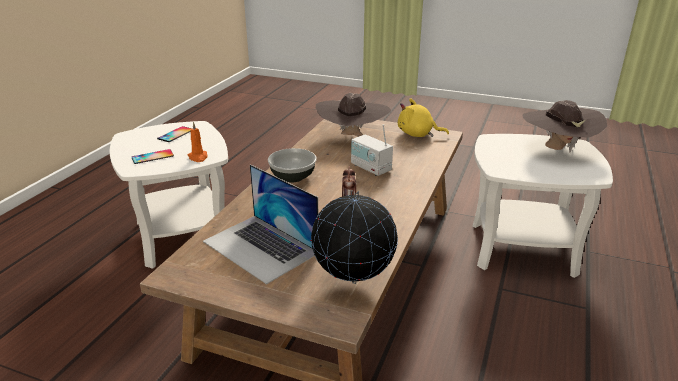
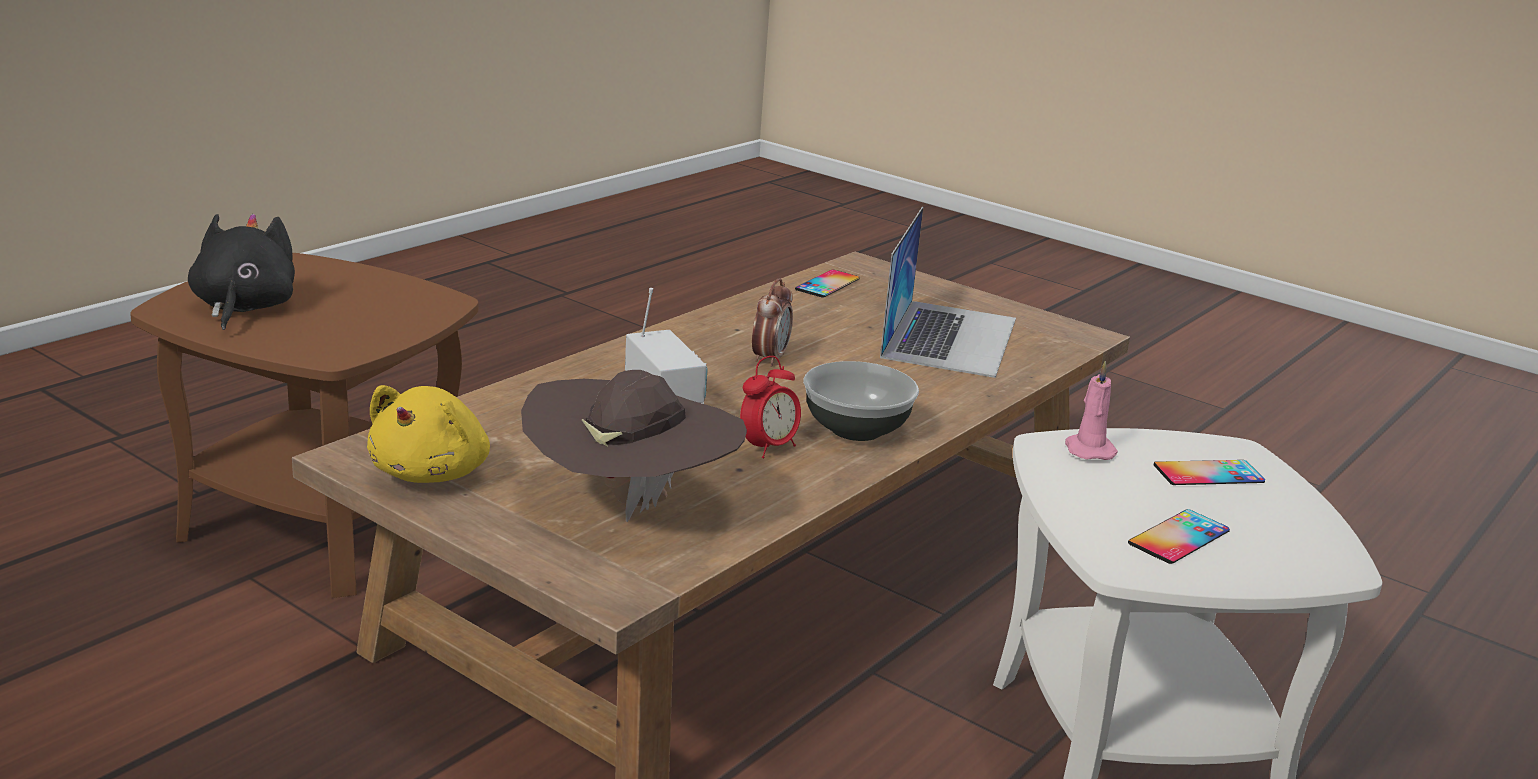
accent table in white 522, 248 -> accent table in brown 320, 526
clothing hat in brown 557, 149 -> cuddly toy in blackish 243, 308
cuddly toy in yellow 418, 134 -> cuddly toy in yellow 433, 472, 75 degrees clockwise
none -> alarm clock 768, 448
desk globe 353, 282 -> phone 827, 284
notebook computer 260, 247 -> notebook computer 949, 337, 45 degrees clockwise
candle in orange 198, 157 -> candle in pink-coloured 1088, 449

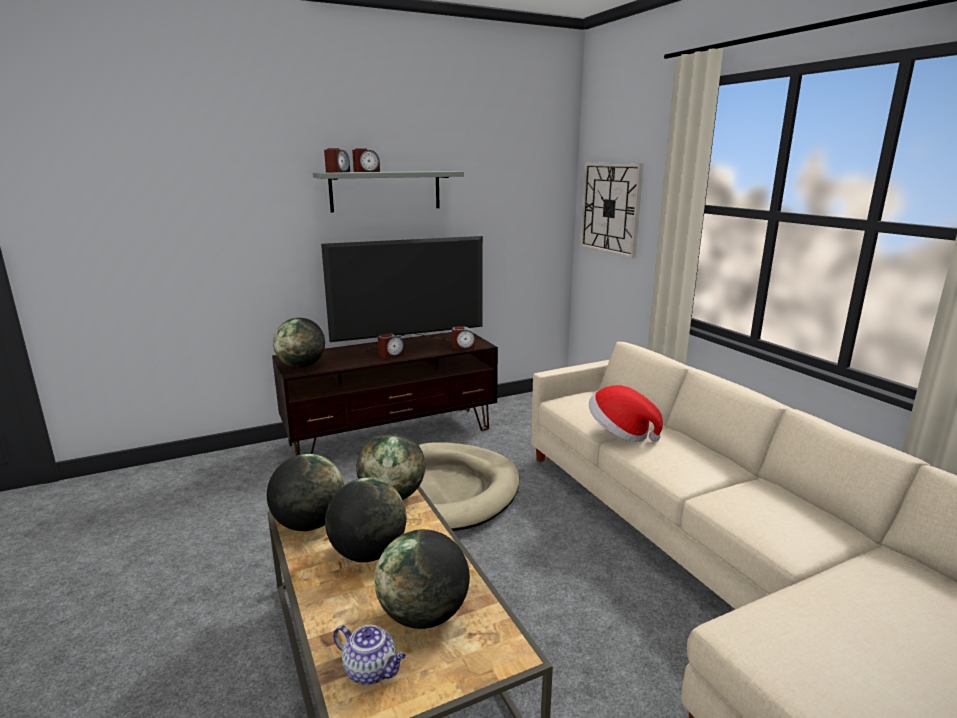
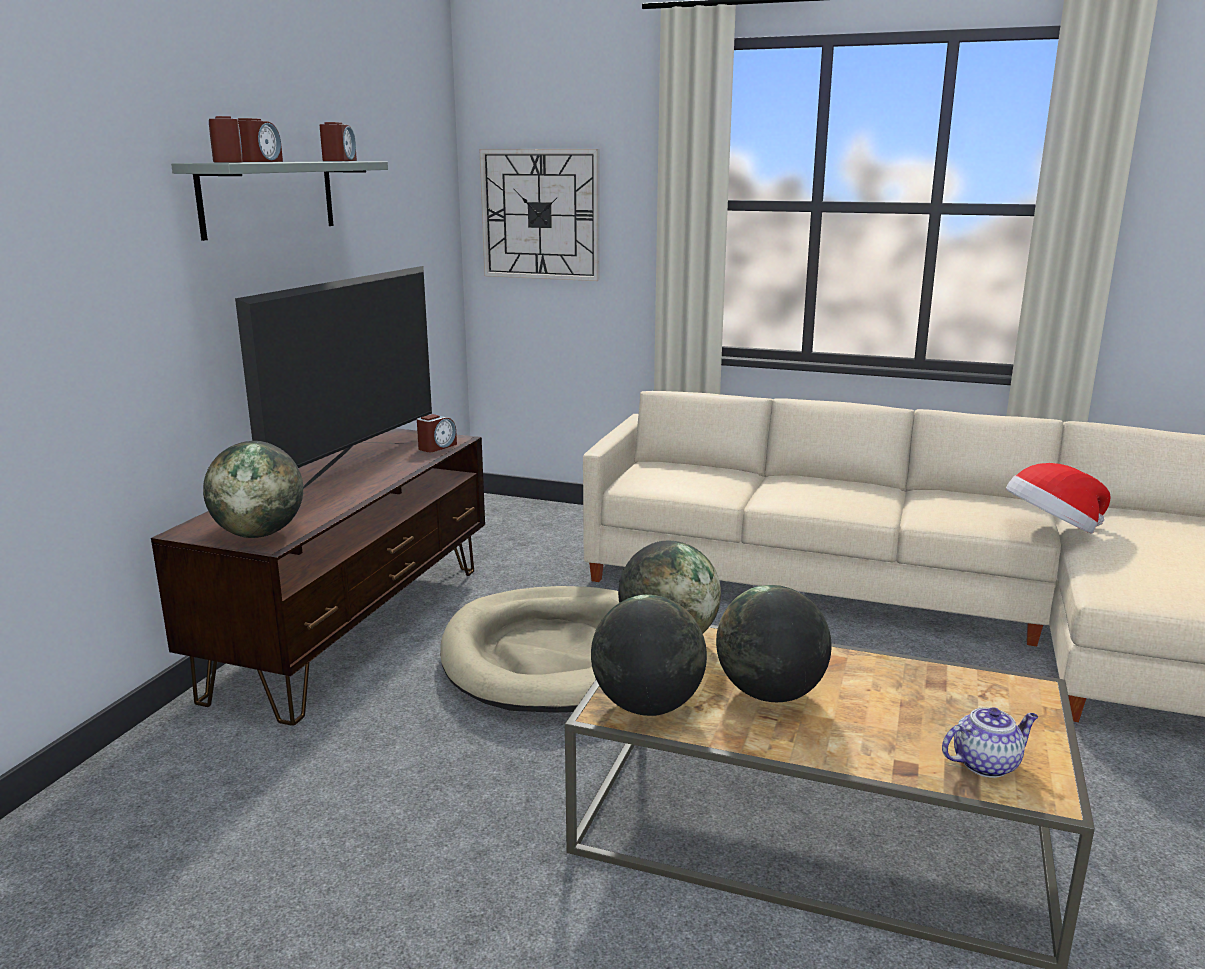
alarm clock 391, 354 -> alarm clock 339, 161, relocated
clothing hat 620, 433 -> clothing hat 1051, 530, relocated
desk globe 423, 615 -> none

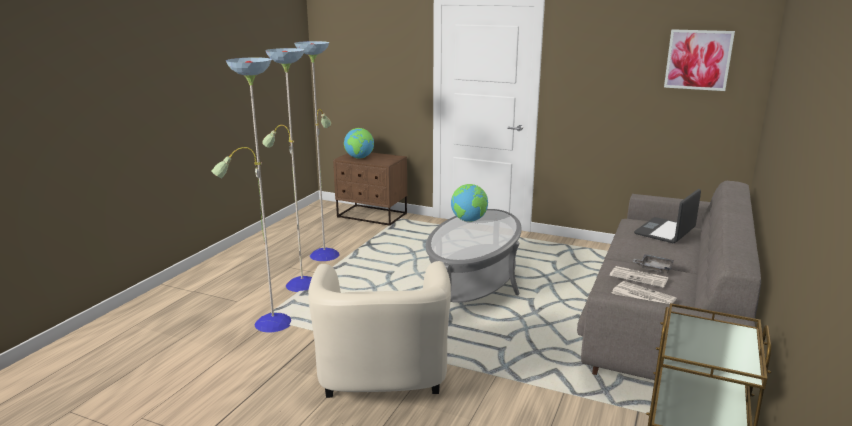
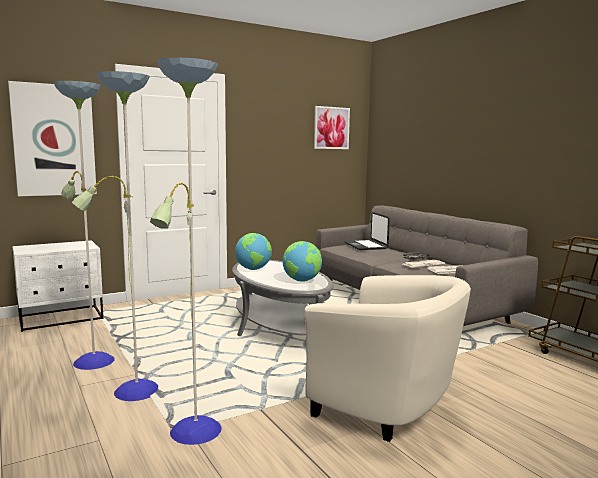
none -> wall art 54, 140
nightstand in brown 372, 216 -> nightstand in white 61, 318
desk globe 359, 158 -> desk globe 302, 281, relocated

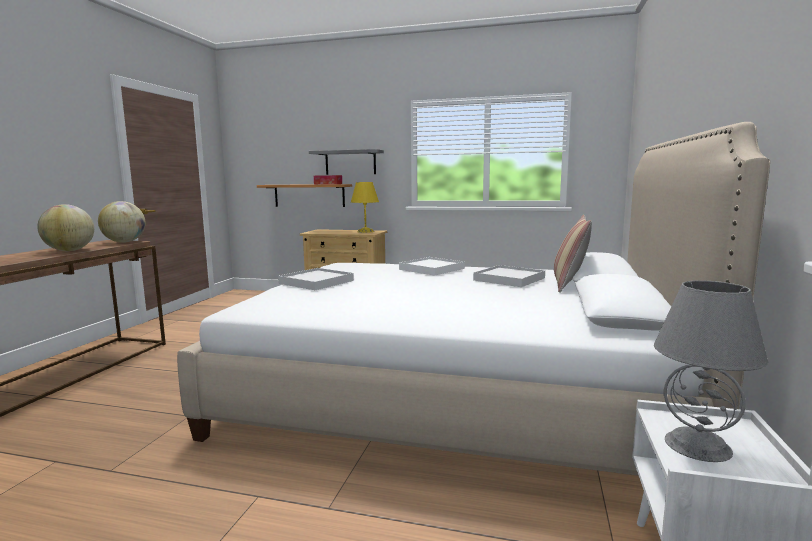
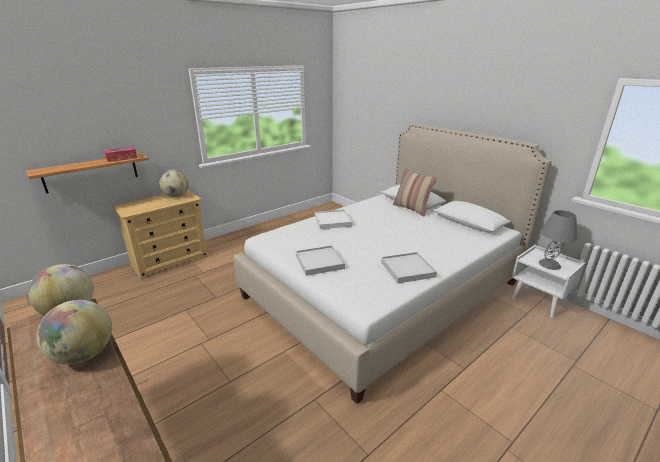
tabletop lamp in yellow 365, 231 -> desk globe 176, 196
tray in white 509, 279 -> tray in white 407, 269, relocated
shelf in grey 350, 162 -> none

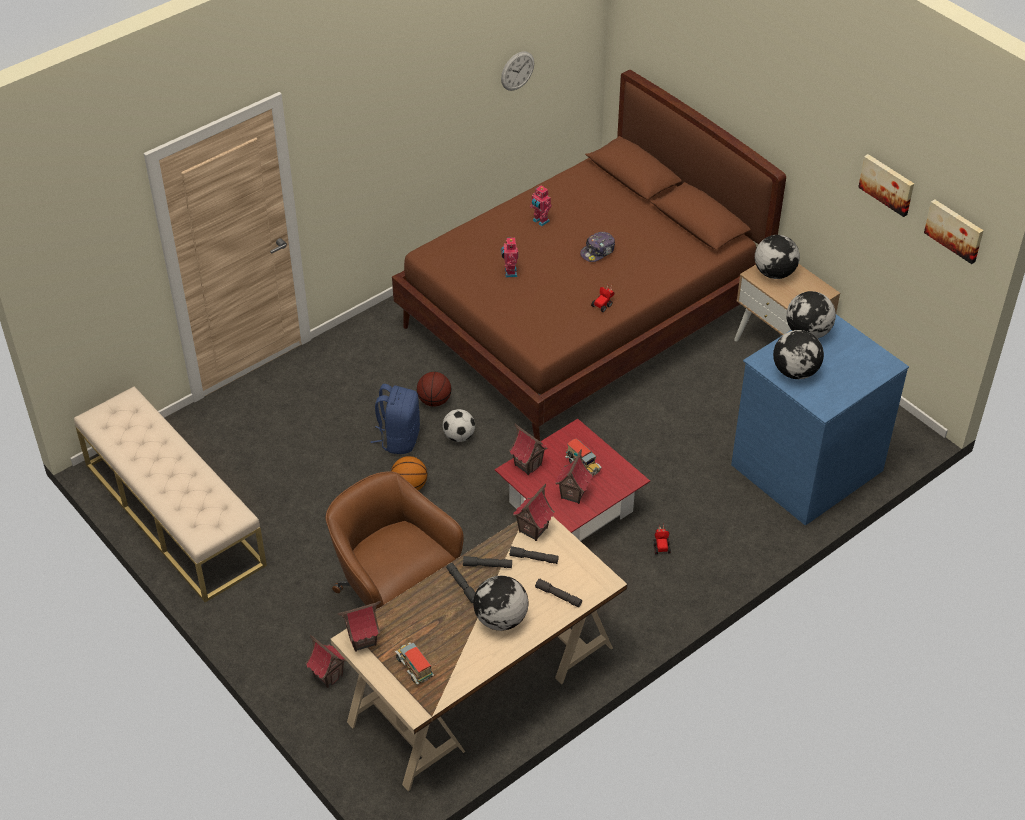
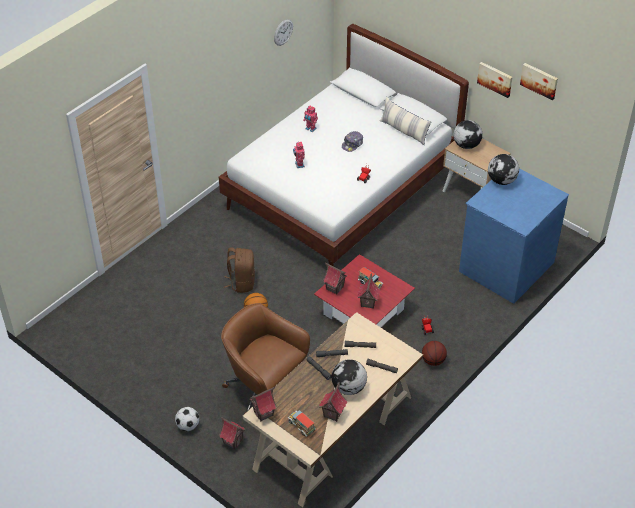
football 459, 436 -> football 188, 426, relocated
bedroom bed in brown 582, 319 -> bedroom bed in white 342, 189
knapsack in blue-coloured 399, 439 -> knapsack in brown 241, 282
model house 533, 529 -> model house 332, 414, relocated
none -> cushion 404, 131
basketball ball 434, 401 -> basketball ball 433, 361, relocated
wall art 955, 230 -> wall art 495, 79, relocated
long seat in beige-coloured 173, 514 -> none
desk globe 796, 372 -> none

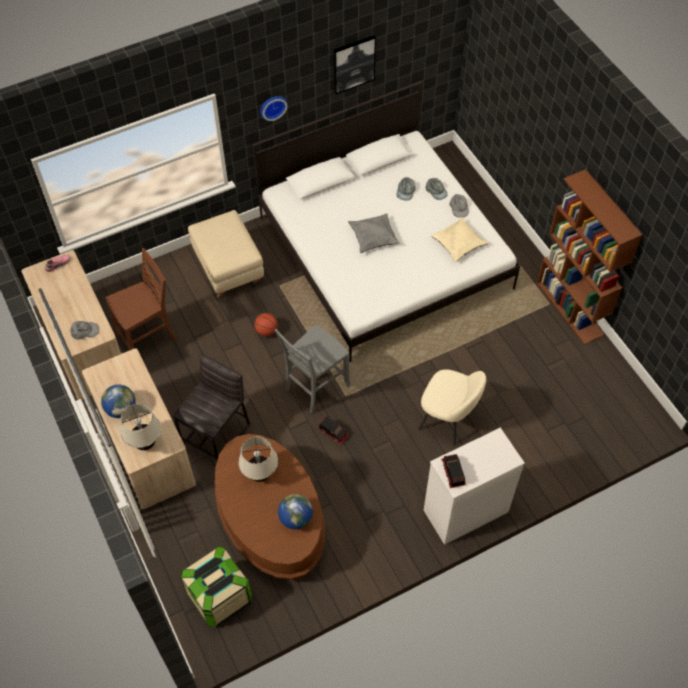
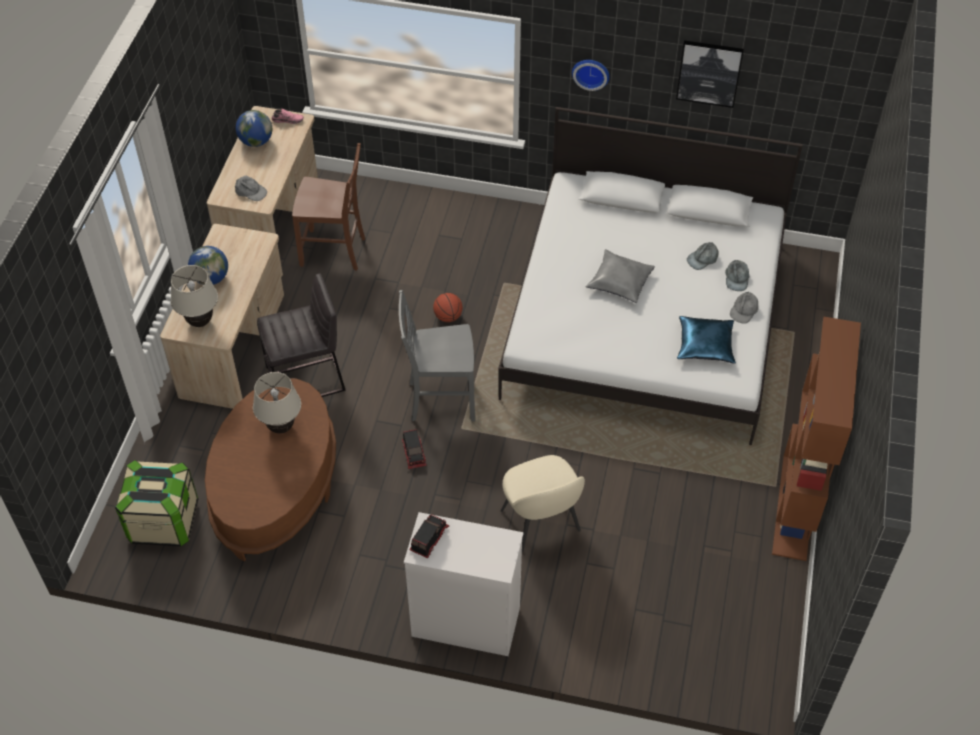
desk globe 296, 518 -> desk globe 256, 141, relocated
cushion in beige-coloured 459, 243 -> cushion in blue-coloured 705, 345
pouffe in beige-coloured 229, 269 -> none

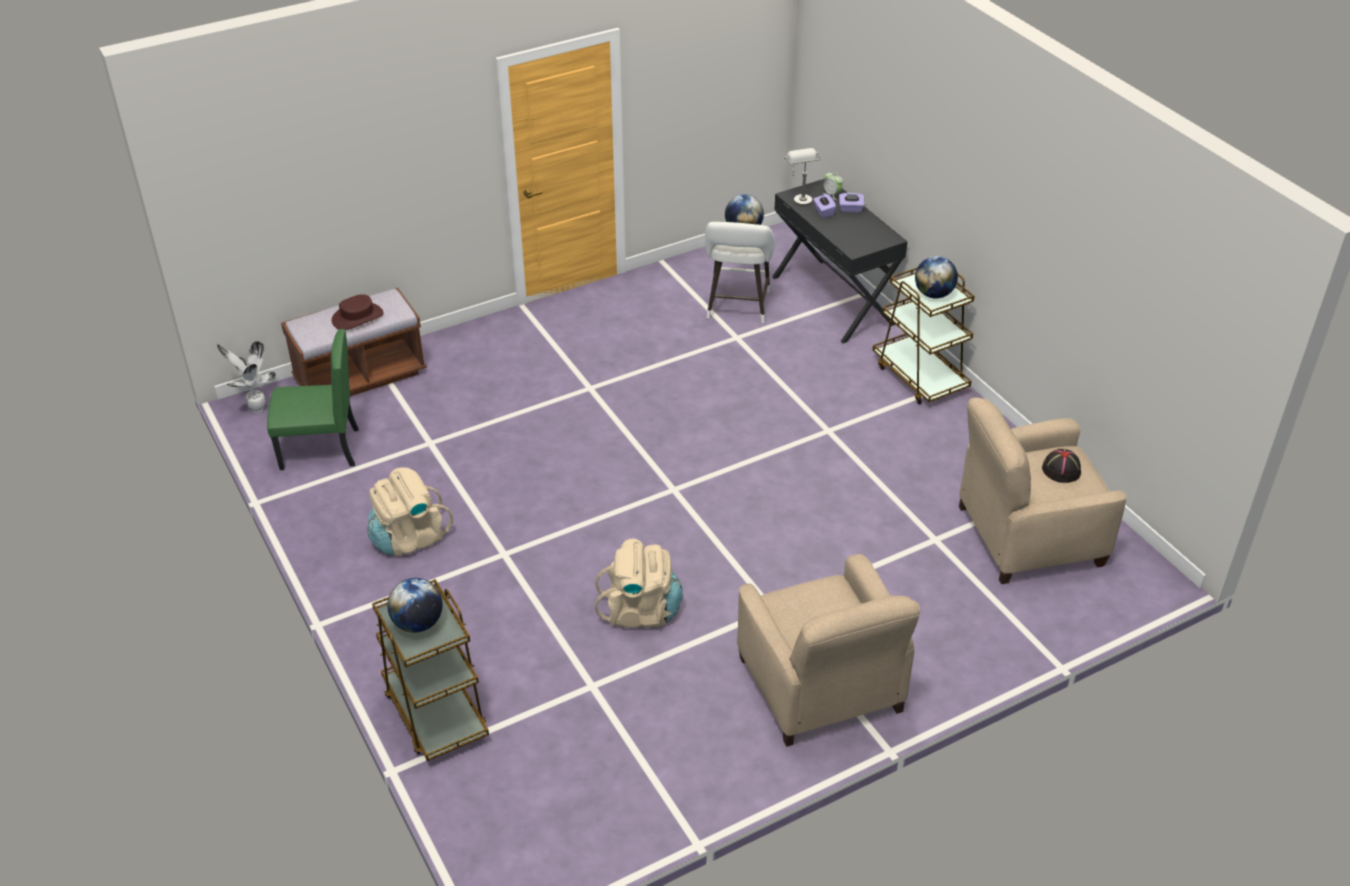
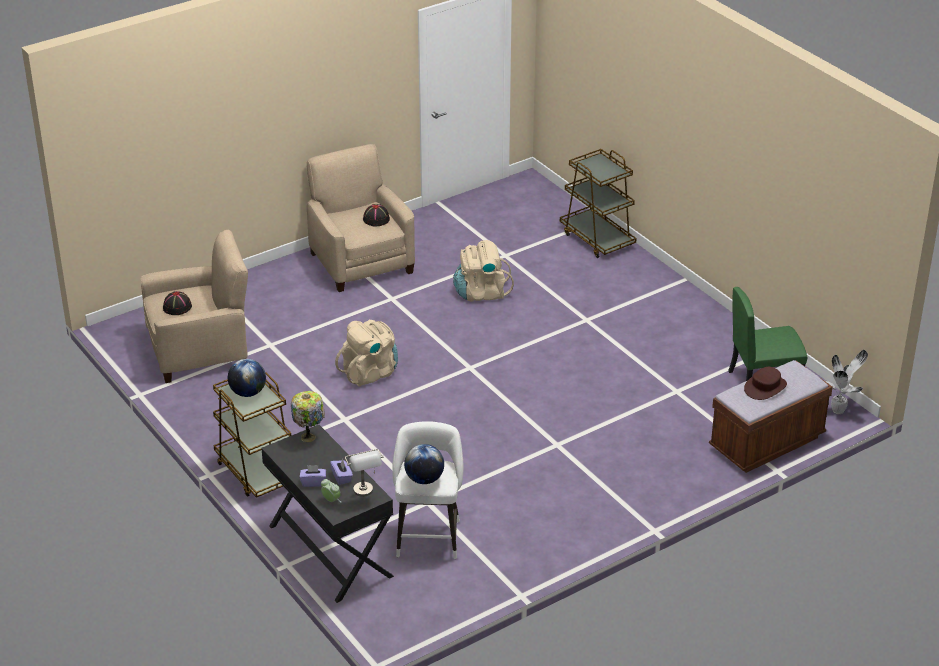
none -> tabletop lamp 309, 437
knapsack in beige-coloured 409, 538 -> knapsack in beige-coloured 370, 372, relocated
none -> clothing hat in blackish 376, 219
desk globe 418, 623 -> none

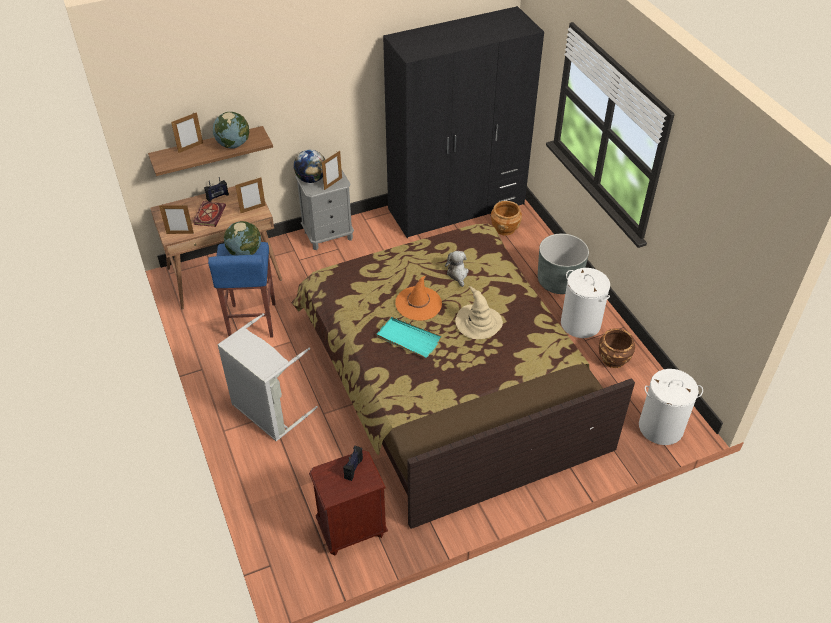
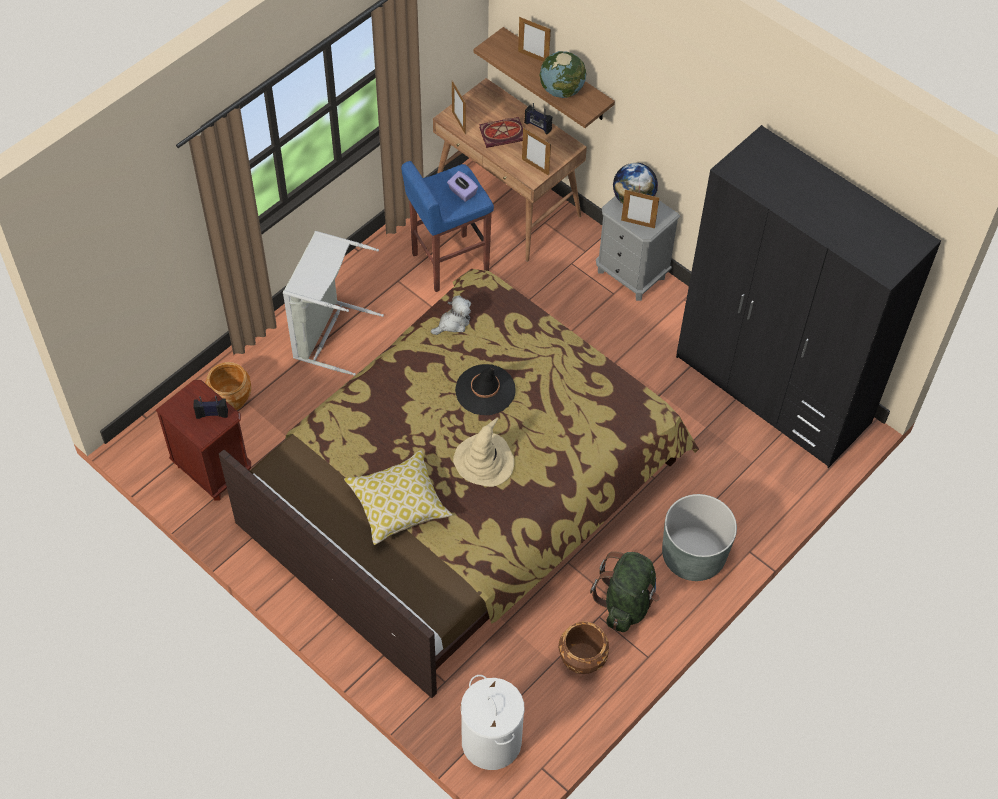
planter in brown 504, 228 -> planter in brown 231, 399, relocated
none -> cushion 398, 504
cuddly toy 457, 274 -> cuddly toy 453, 323, relocated
desk globe 245, 252 -> box of tissues in purple-coloured 462, 192
clothing hat in orange 418, 303 -> clothing hat in blackish 485, 390
washing basket in white 580, 323 -> knapsack in green 626, 603
tray in blue-green 408, 339 -> none

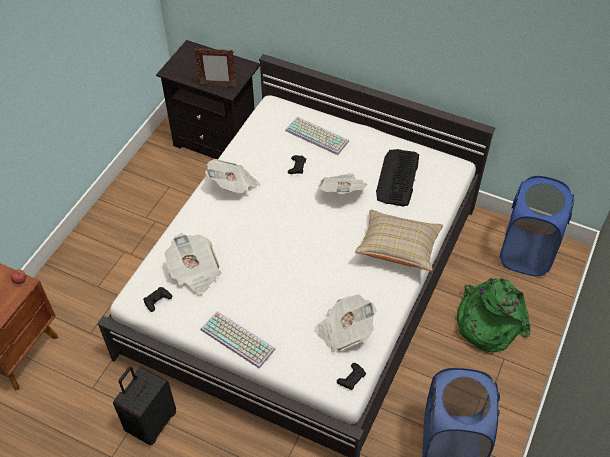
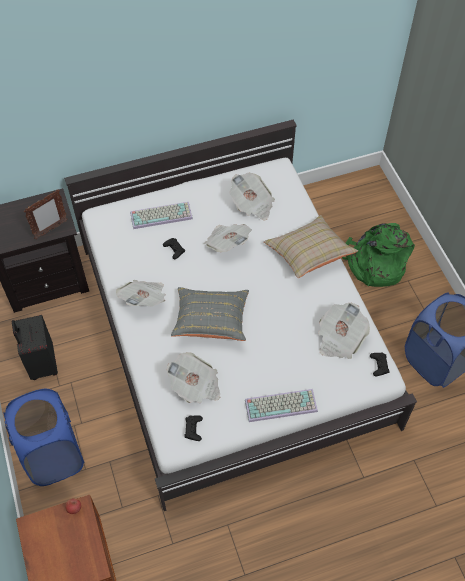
washing basket in blue-coloured 526, 252 -> washing basket in blue-coloured 53, 455, relocated
travel case in blackish 151, 422 -> travel case in blackish 41, 364, relocated
none -> cushion in grey 211, 321
keyboard 397, 178 -> printed paper 252, 204

